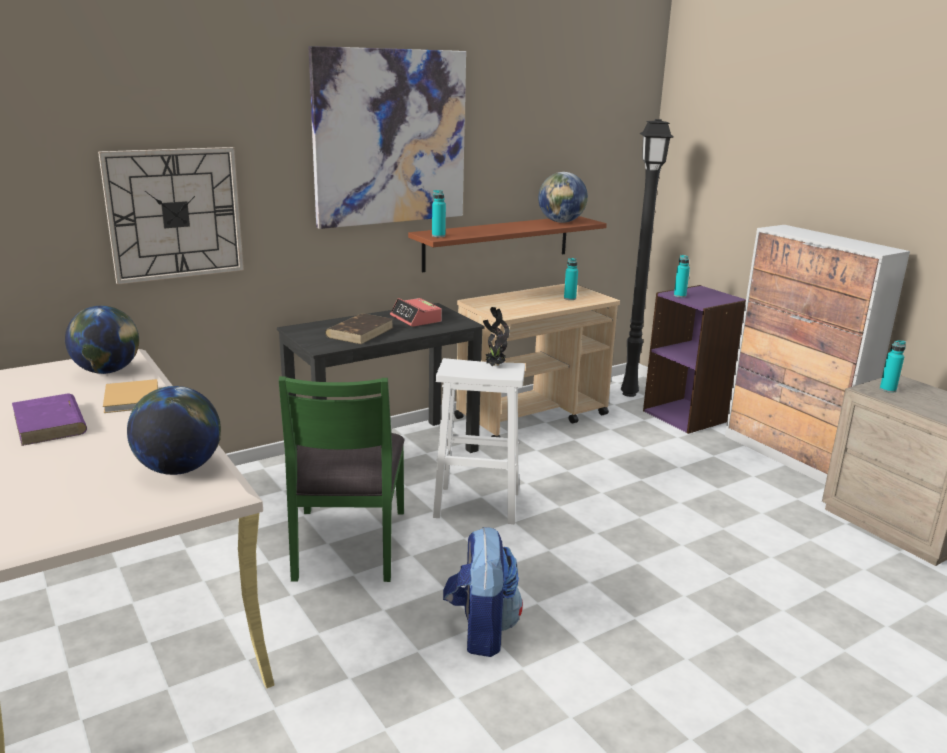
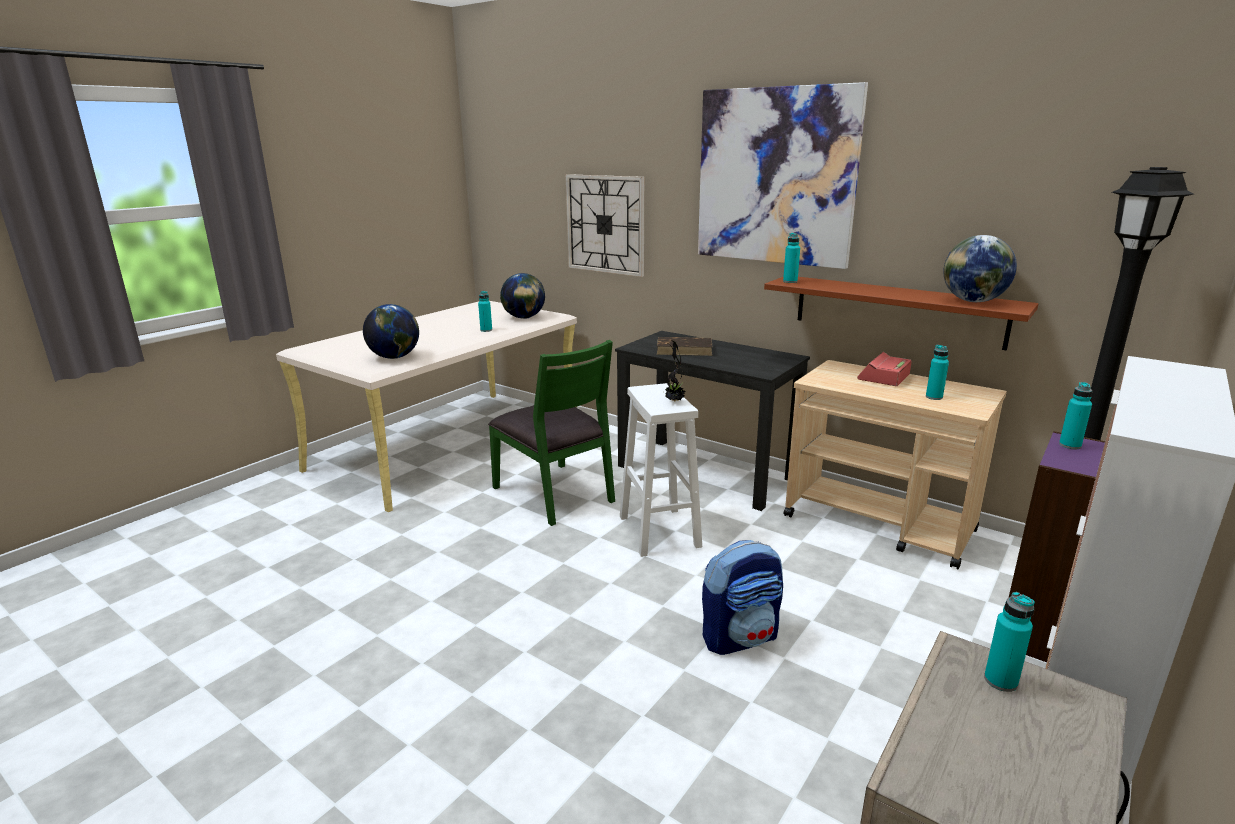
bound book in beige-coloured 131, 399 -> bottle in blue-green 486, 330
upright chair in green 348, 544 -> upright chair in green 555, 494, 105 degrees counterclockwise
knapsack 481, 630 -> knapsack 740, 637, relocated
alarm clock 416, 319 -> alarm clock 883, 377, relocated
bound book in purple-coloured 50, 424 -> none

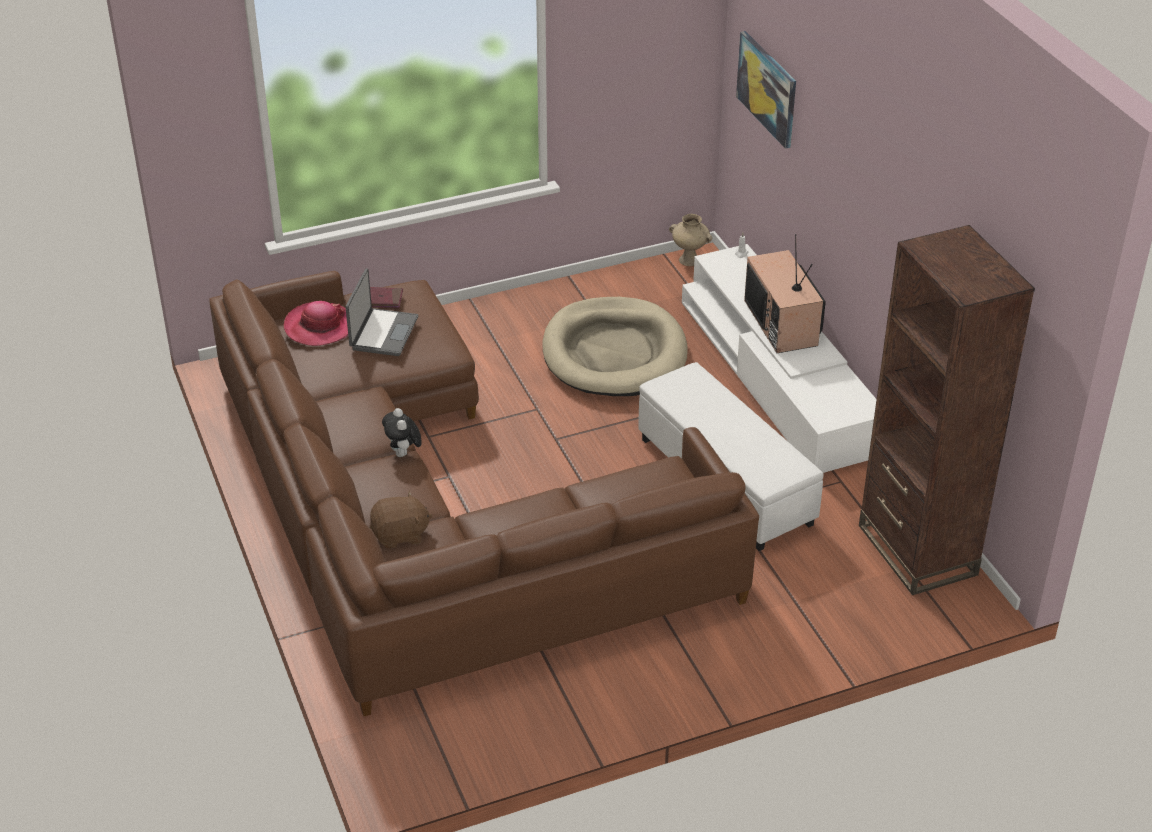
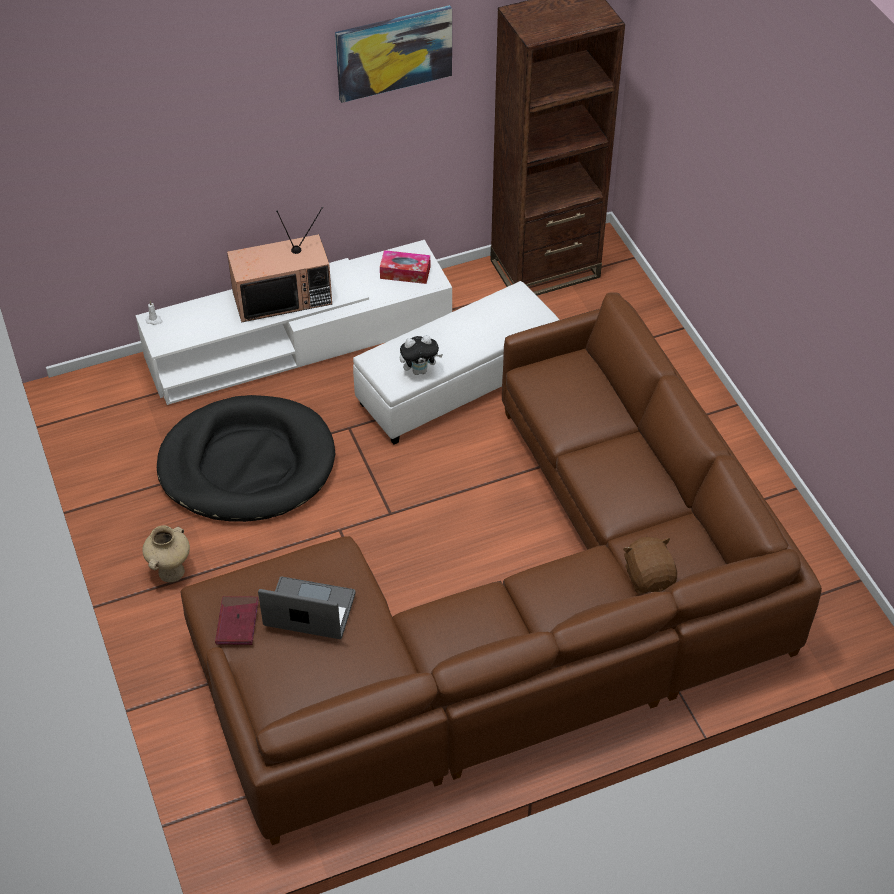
decorative vase in beige-coloured 690, 260 -> decorative vase in beige-coloured 171, 571, relocated
dog cushion in beige-coloured 614, 353 -> dog cushion in blackish 247, 464
wall art 767, 88 -> wall art 394, 52, relocated
none -> box of tissues 405, 272
cuddly toy 403, 454 -> cuddly toy 420, 370, relocated
clothing hat 319, 327 -> none

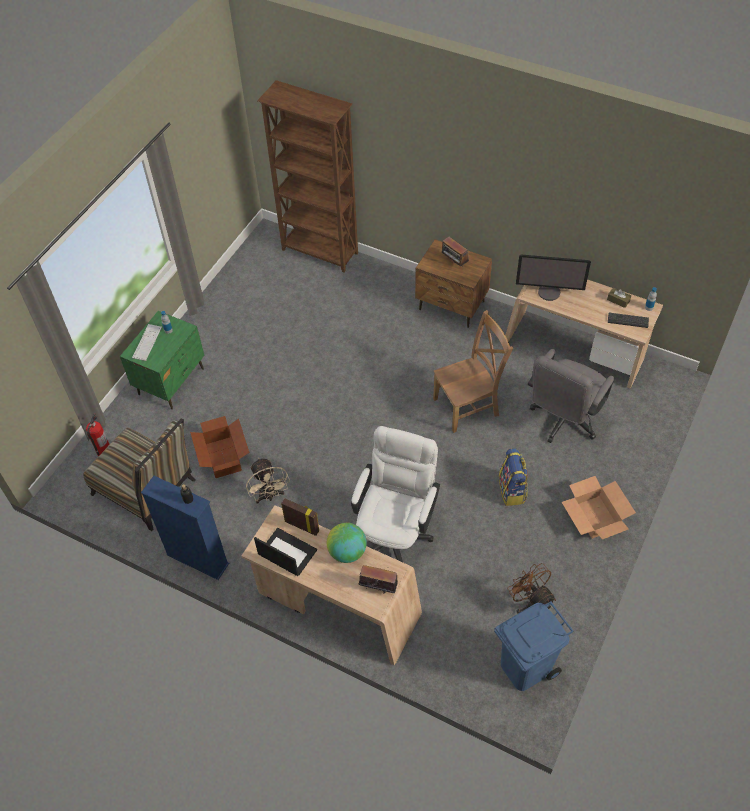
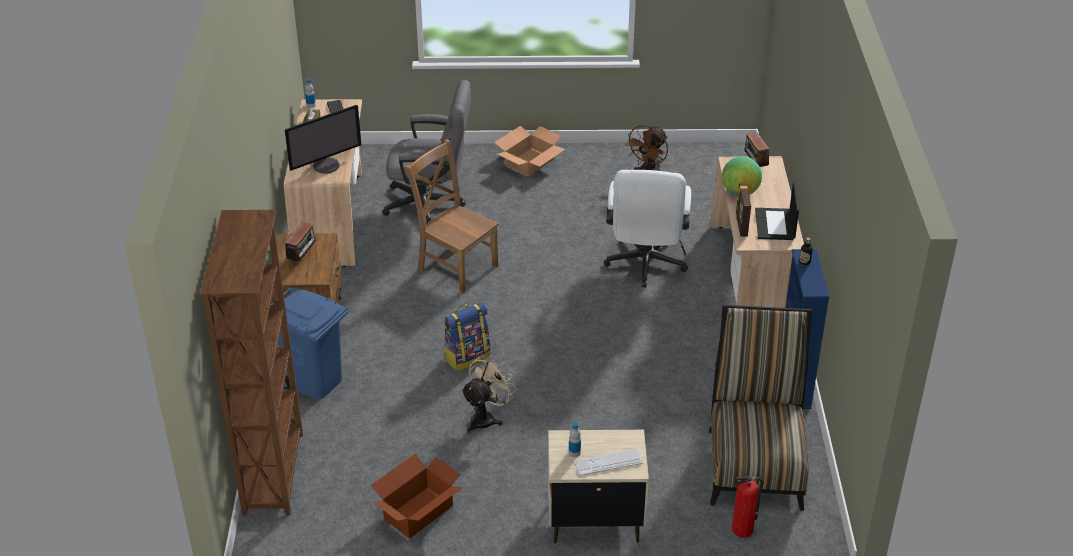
waste bin in blue-coloured 524, 666 -> waste bin in blue-coloured 314, 382, relocated
monitor 549, 292 -> monitor 326, 165, 75 degrees clockwise
carton 224, 457 -> carton 417, 512, relocated
knapsack 512, 490 -> knapsack 467, 357, relocated
cooling fan in beige-coloured 269, 496 -> cooling fan in beige-coloured 486, 418, relocated
nightstand in green 172, 381 -> nightstand in beige-coloured 594, 519
desk chair in white 395, 533 -> desk chair in white 645, 265, 75 degrees counterclockwise

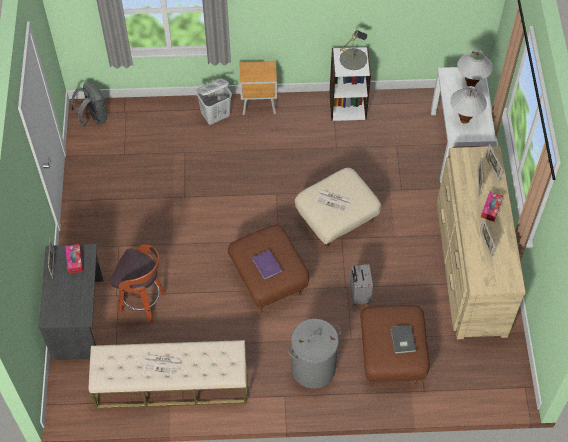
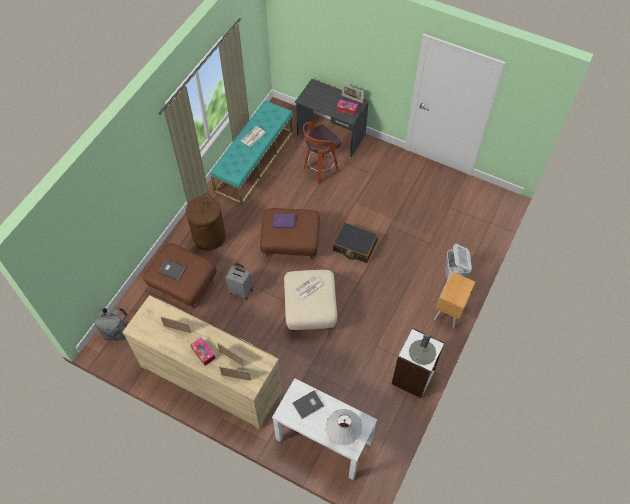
knapsack in grey 93, 118 -> knapsack in grey 116, 332, relocated
washing basket in grey 313, 368 -> washing basket in brown 209, 237
long seat in beige-coloured 171, 384 -> long seat in blue-green 254, 161
tabletop lamp in white 464, 119 -> bound book in grey 308, 405
none -> travel case in blackish 354, 246

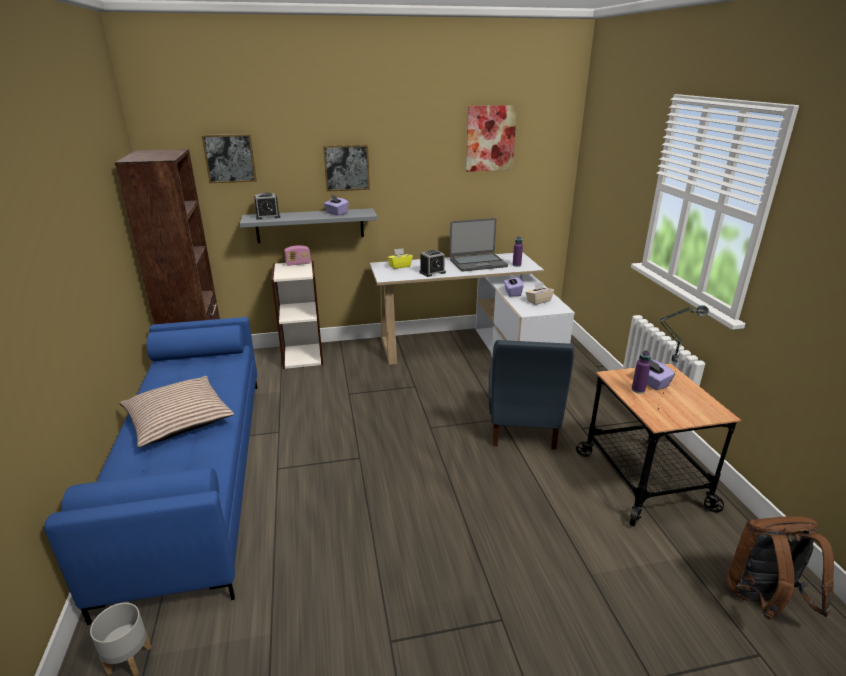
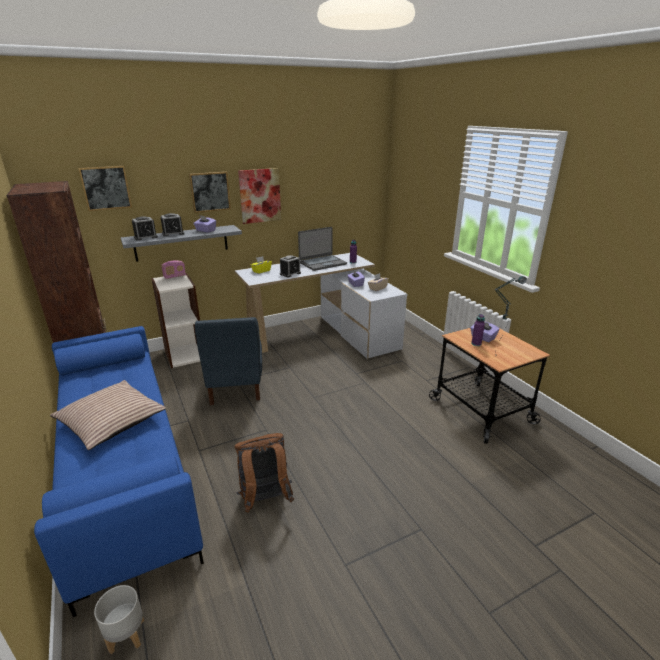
none -> alarm clock 173, 233
upright chair in blue-coloured 522, 427 -> upright chair in blue-coloured 235, 387, relocated
knapsack in brown 763, 601 -> knapsack in brown 265, 500, relocated
wall art 490, 138 -> wall art 260, 195, relocated

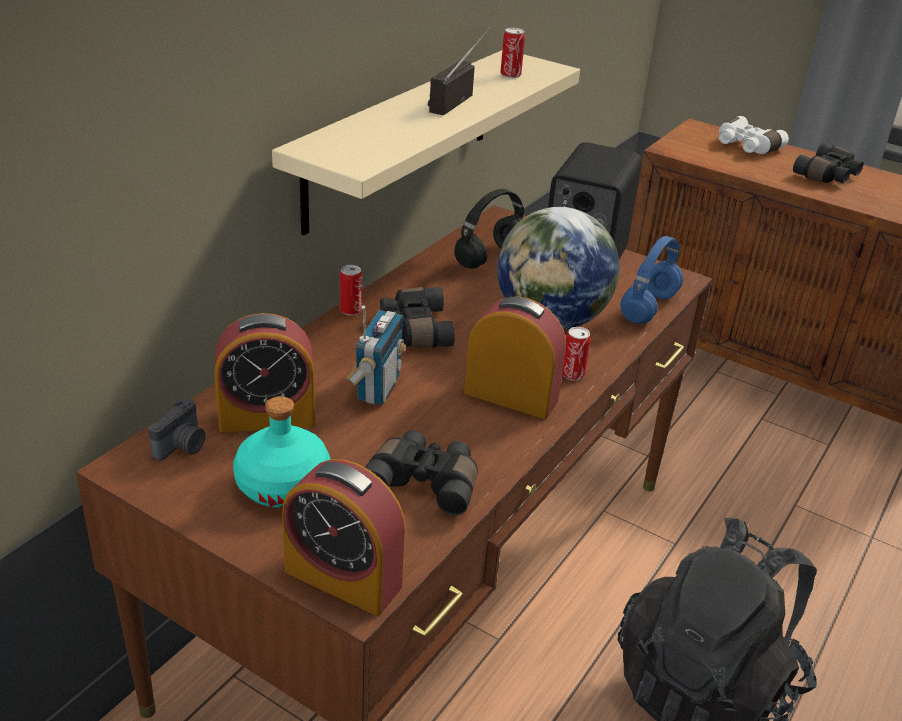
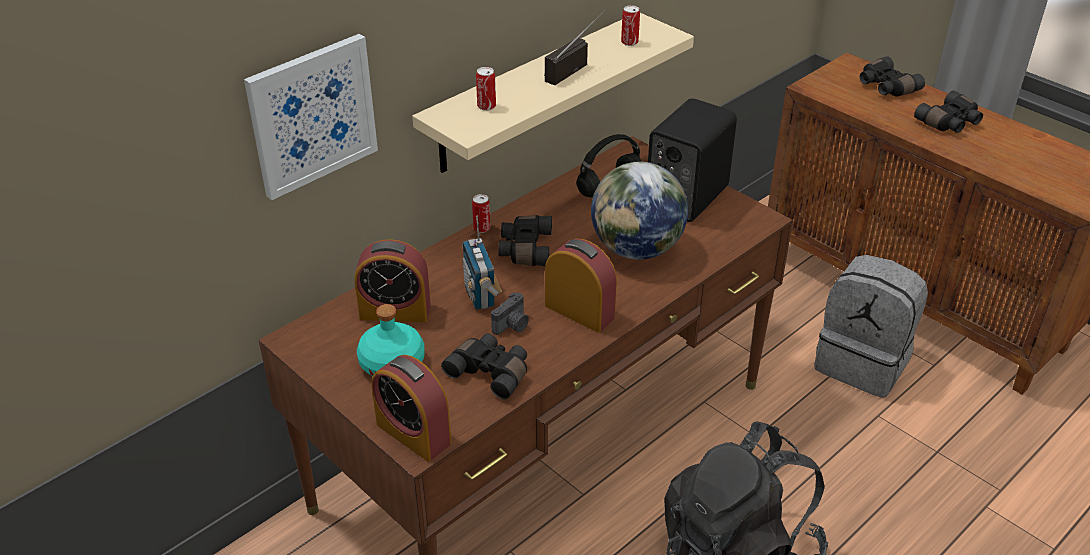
none -> wall art 312, 115
radio receiver 377, 388 -> radio receiver 481, 296, 135 degrees clockwise
sealed can 572, 374 -> sealed can 486, 106, relocated
still camera 182, 446 -> still camera 512, 326, relocated
none -> knapsack in grey 863, 363
binoculars in white 745, 146 -> binoculars in blackish 885, 87
pair of headphones in blue-coloured 648, 307 -> none

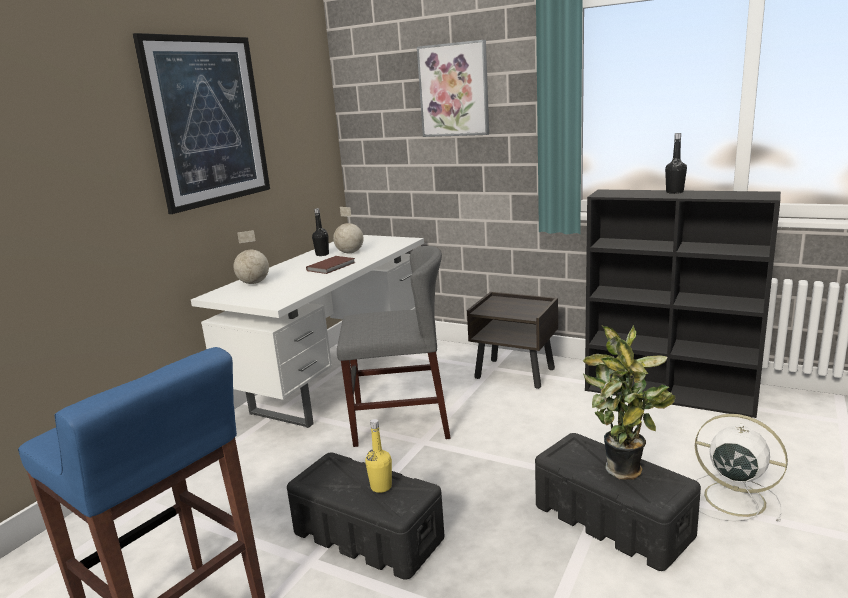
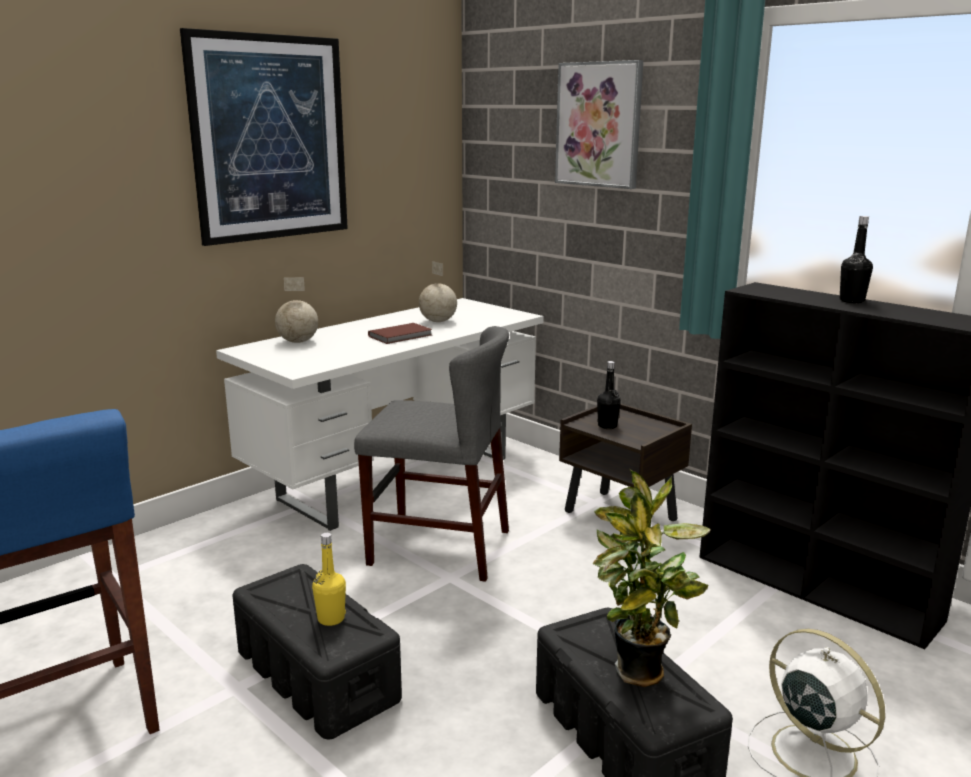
bottle in blackish 322, 254 -> bottle in blackish 607, 426, relocated

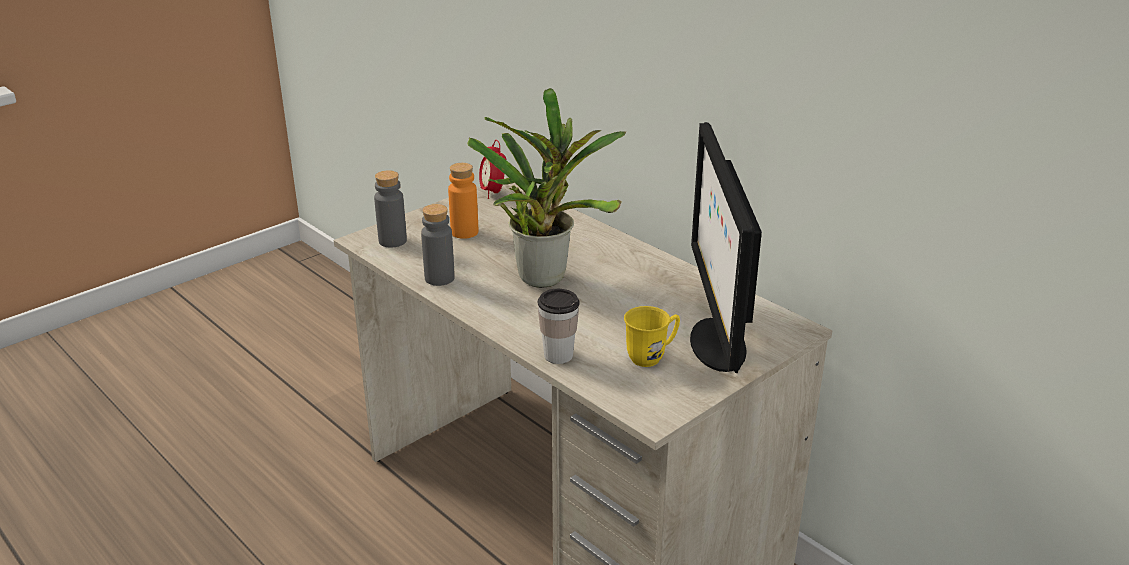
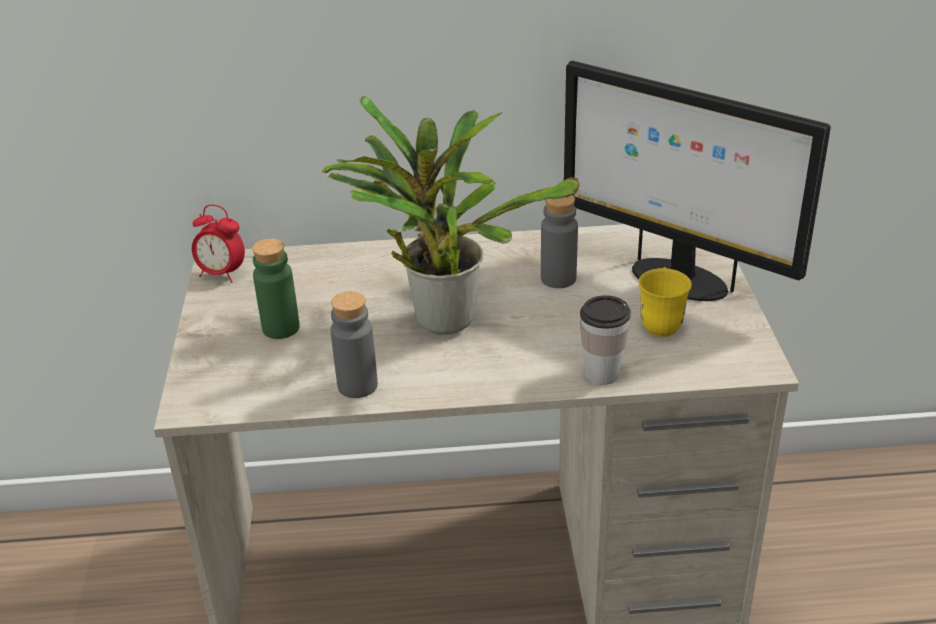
bottle in orange 464, 232 -> bottle in green 281, 328
bottle in grey 392, 241 -> bottle in grey 558, 278, relocated

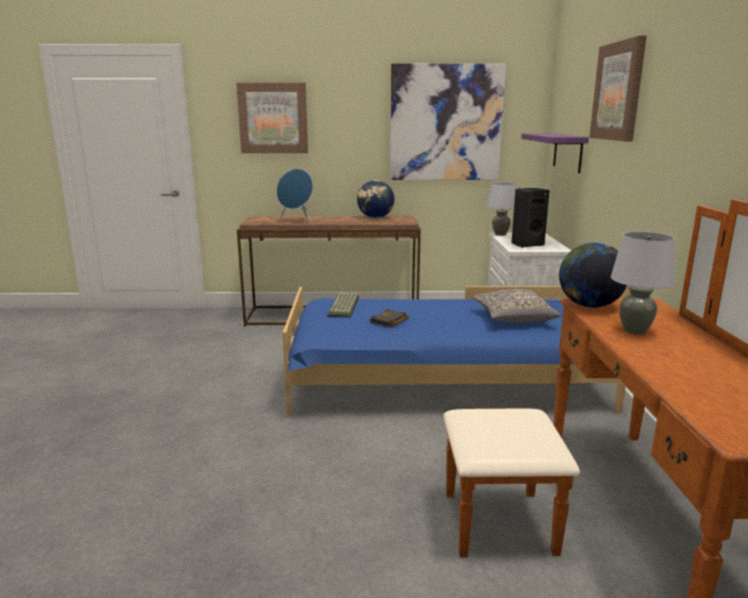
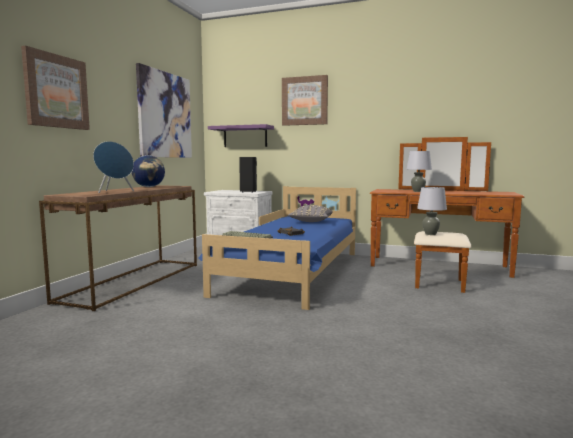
tabletop lamp in grey 500, 234 -> tabletop lamp in grey 430, 234, relocated
desk globe 589, 305 -> none

